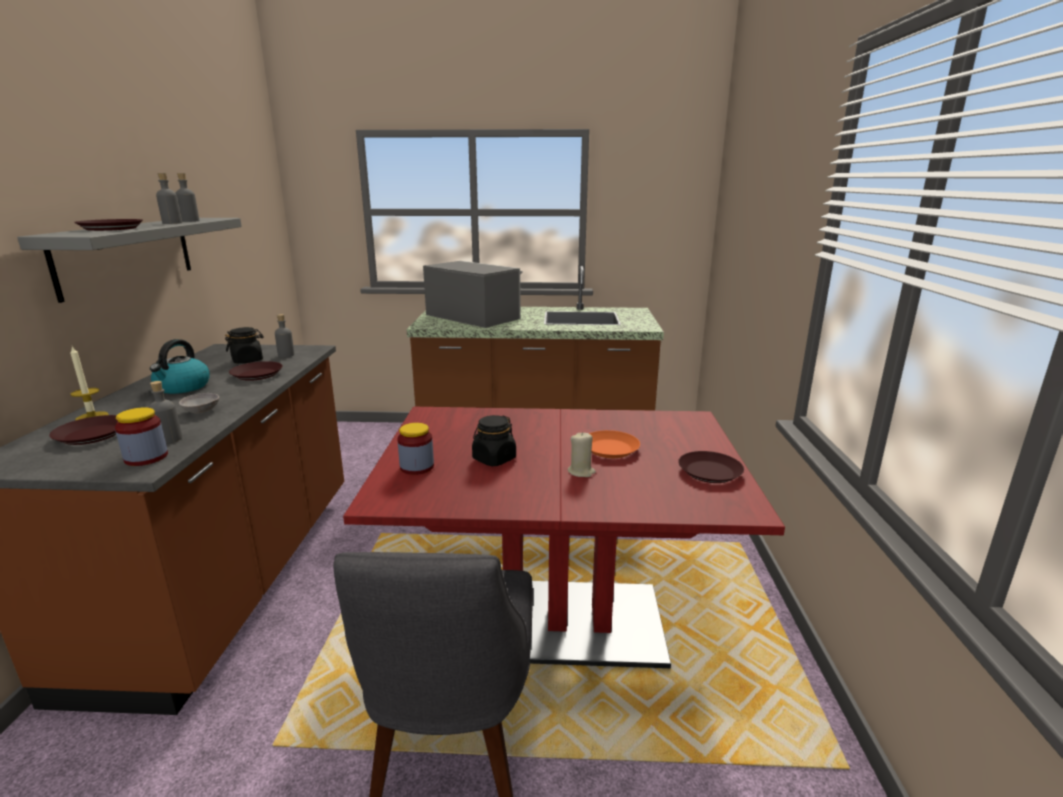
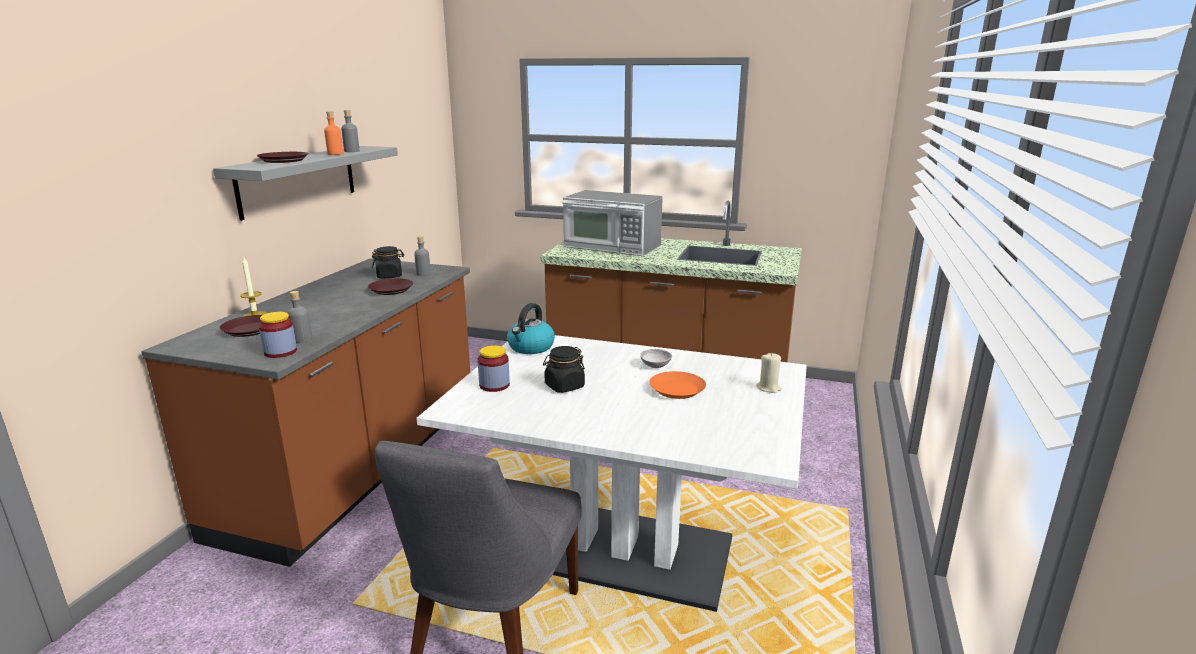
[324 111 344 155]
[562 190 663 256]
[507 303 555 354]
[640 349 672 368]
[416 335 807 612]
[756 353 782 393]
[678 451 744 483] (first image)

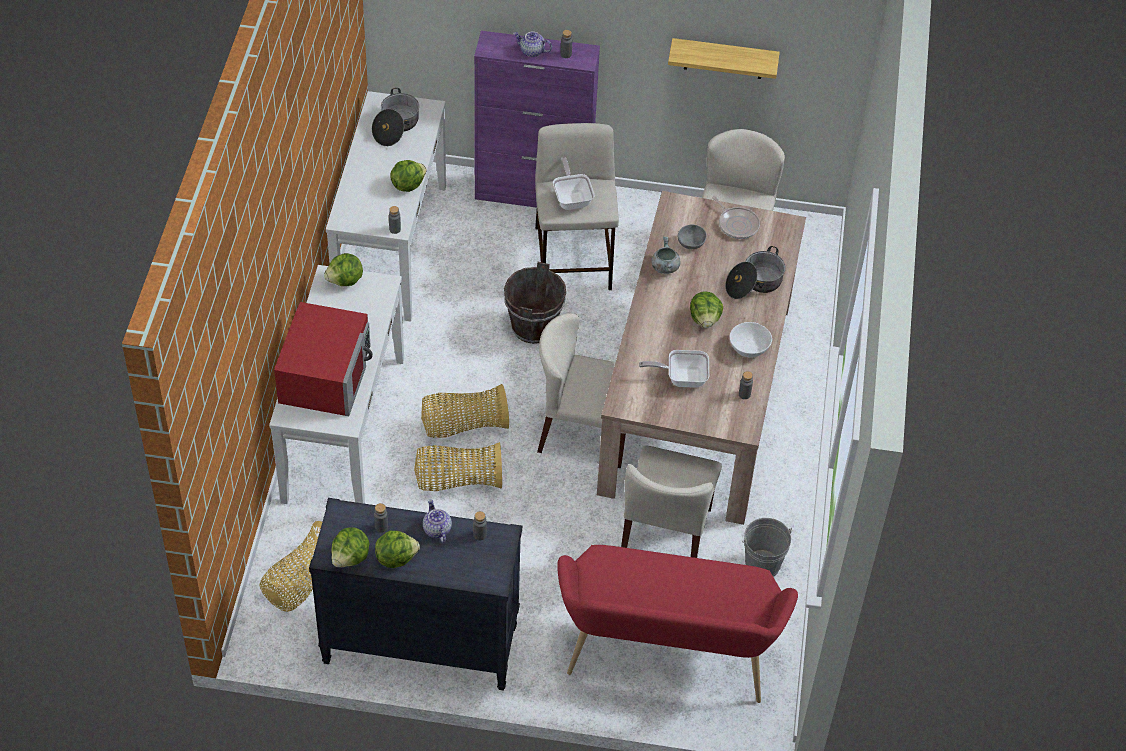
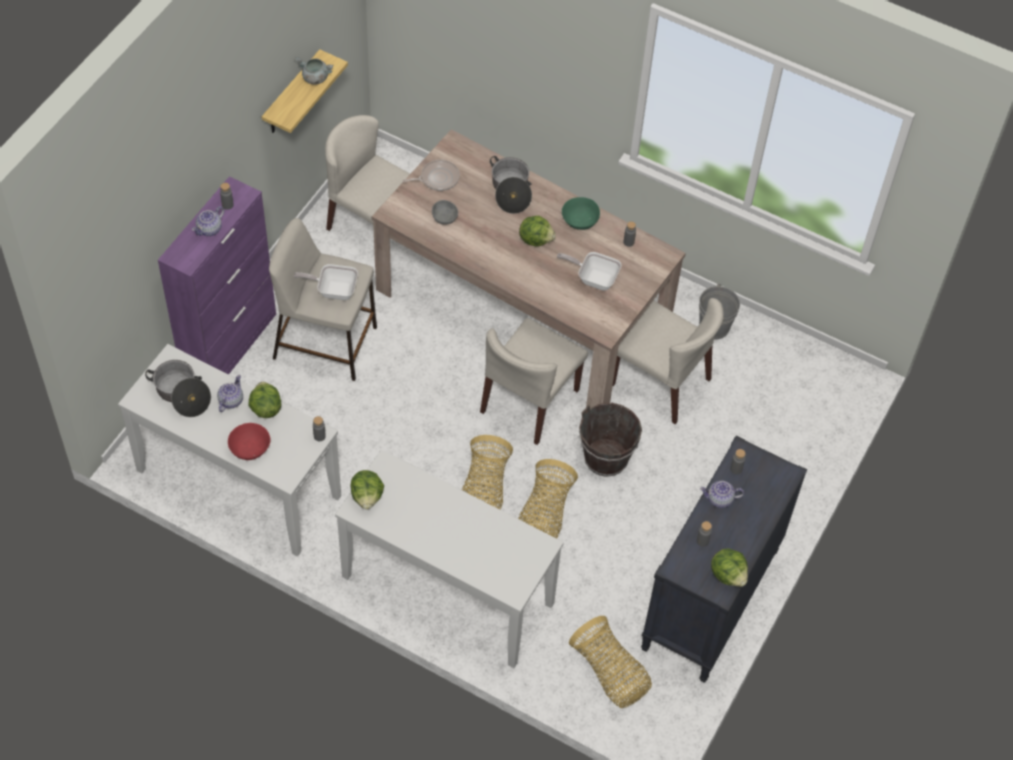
[295 57 333 85]
[579 402 642 477]
[274 302 373 416] (first image)
[562 197 600 230]
[557 252 622 291]
[375 531 420 568] (first image)
[557 545 798 703] (first image)
[217 375 243 412]
[228 423 271 460]

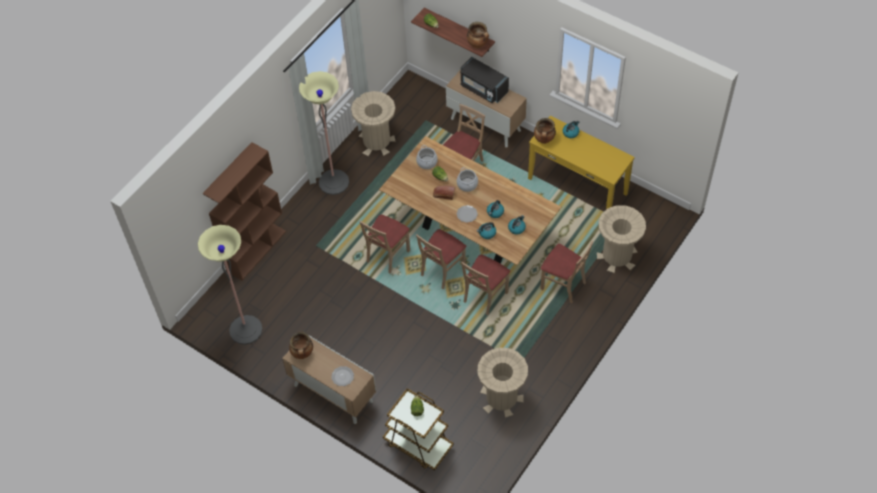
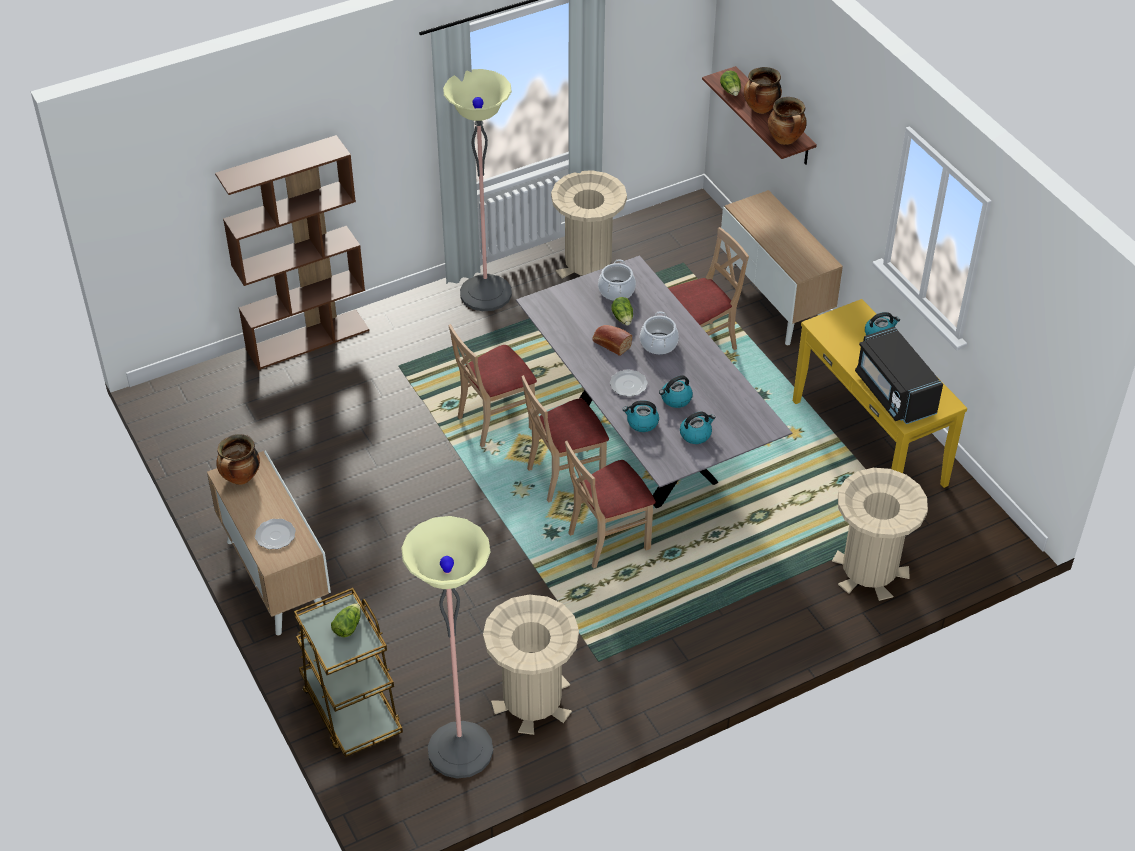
[855 326 943 424]
[744 67 782 114]
[516 255 792 508]
[401 516 493 779]
[540 241 593 303] (first image)

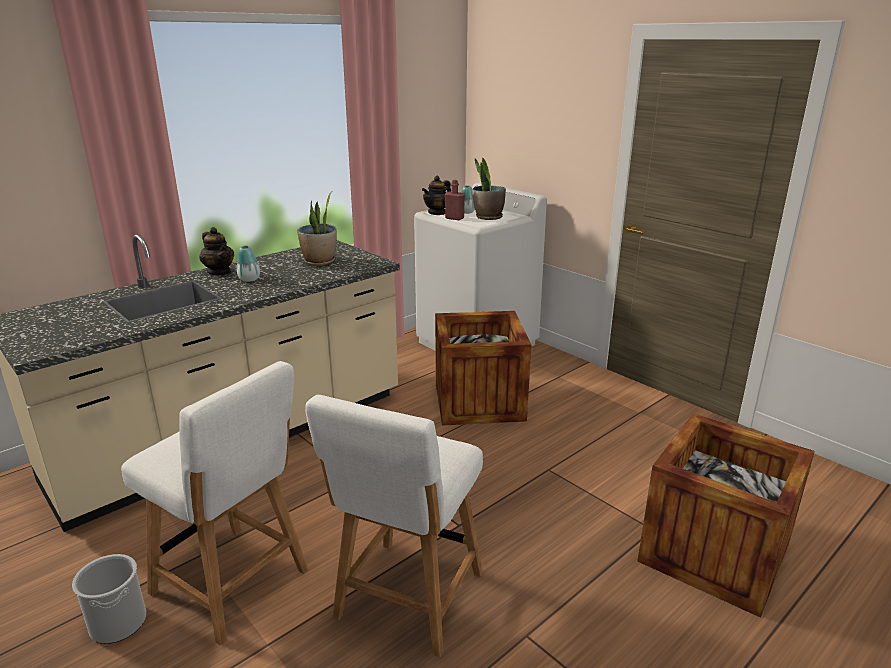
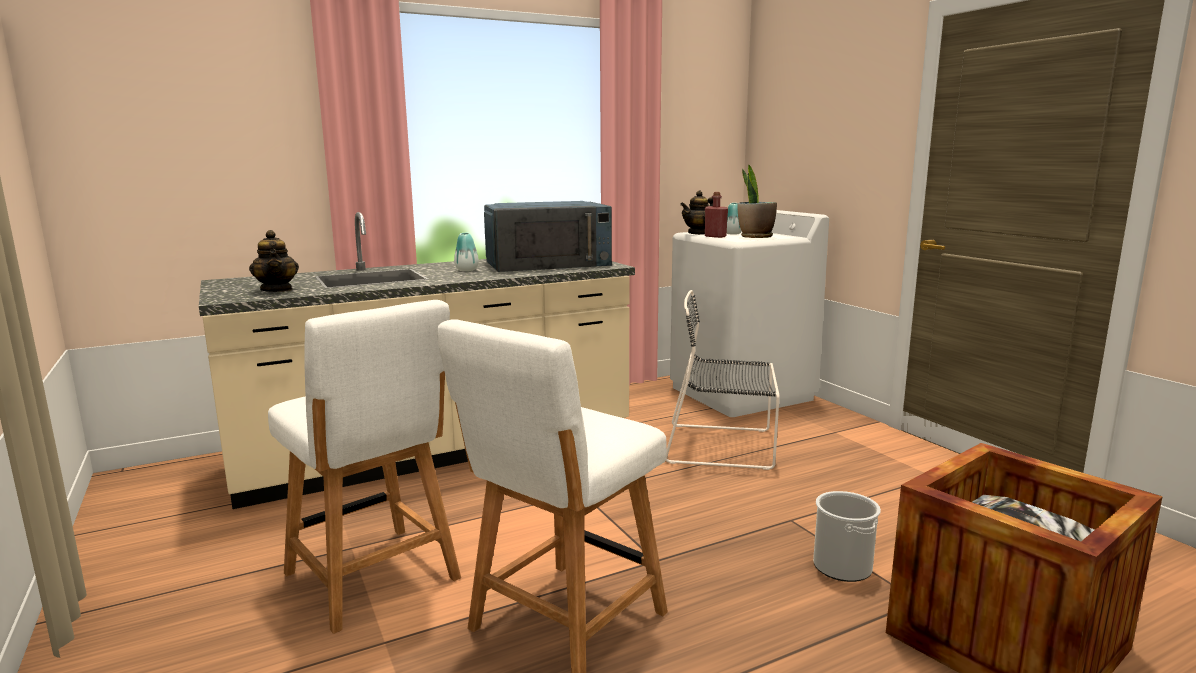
[484 201 612 272]
[249 230 299 292]
[666 290 779 470]
[813 491 881 582]

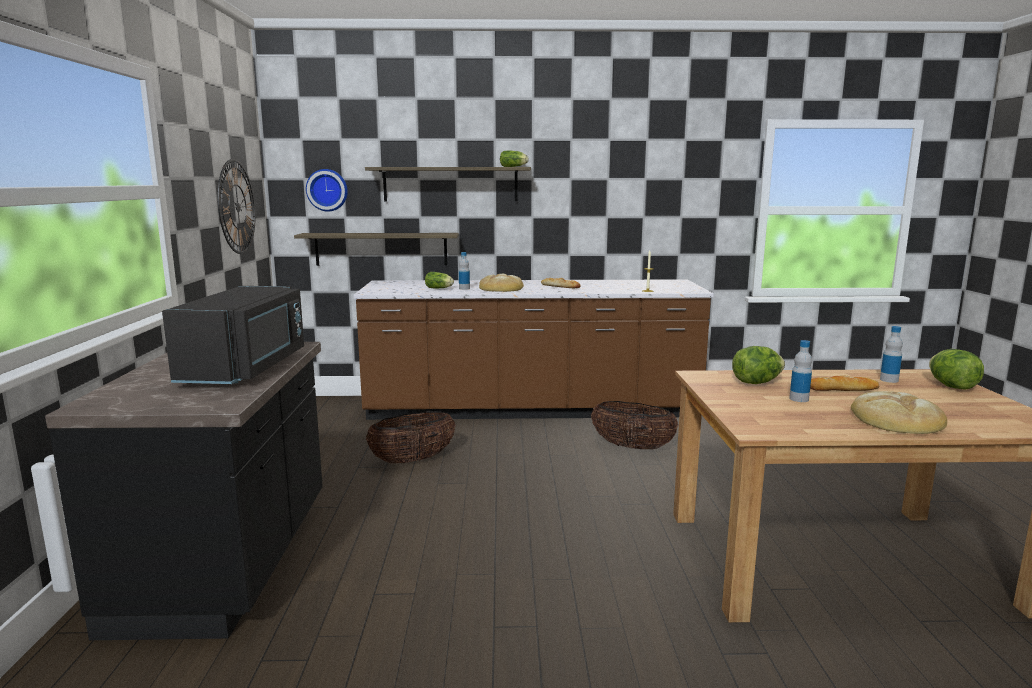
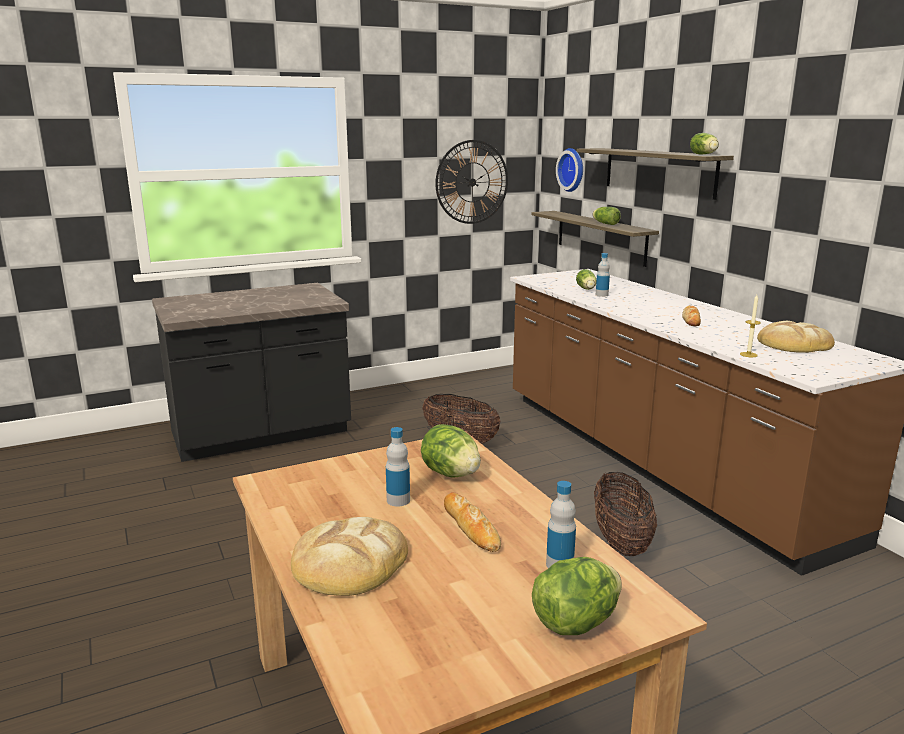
[757 321 835 353]
[162 286 304 384] (first image)
[593 207 621 225]

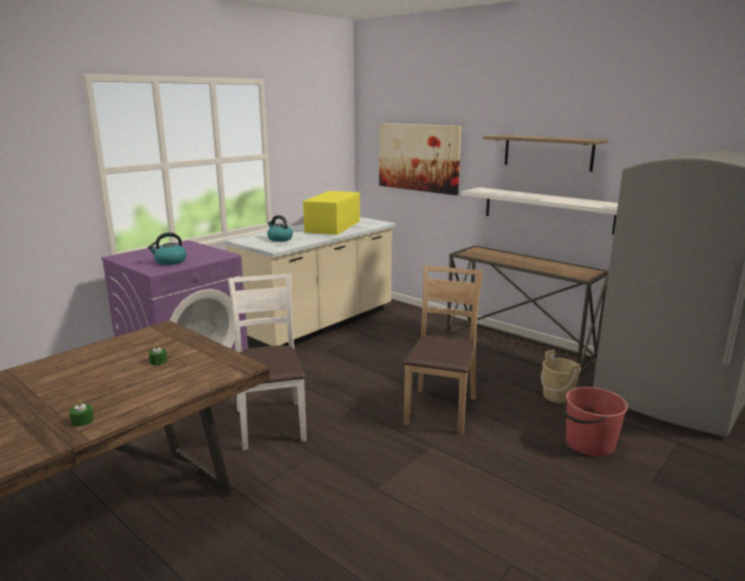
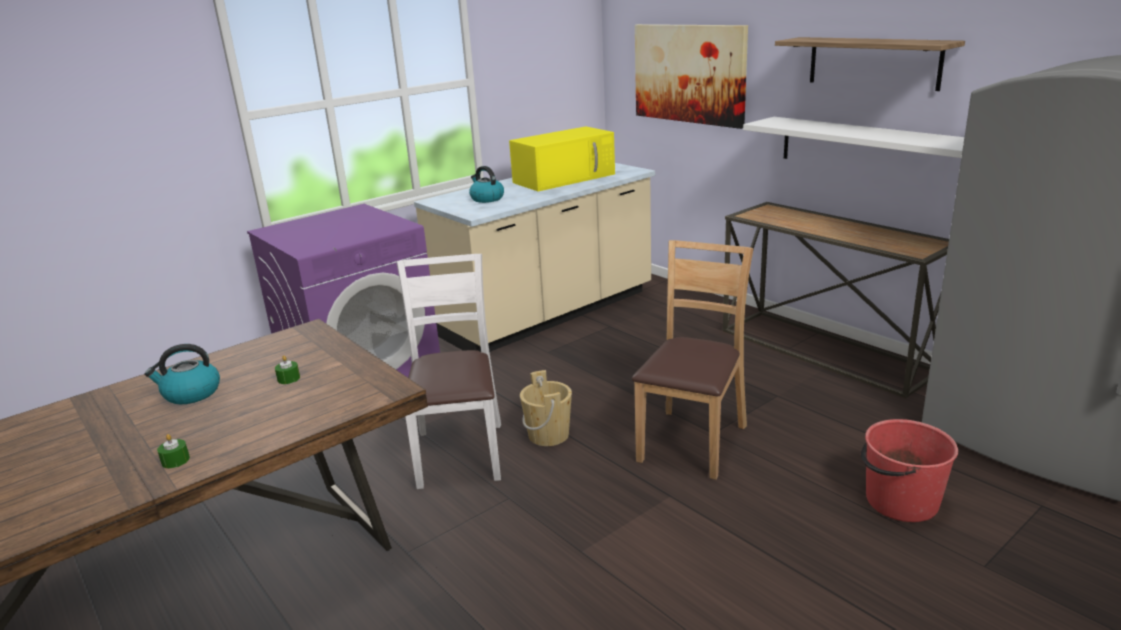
[509 126 615 191]
[144 344 220 404]
[520 370 572 446]

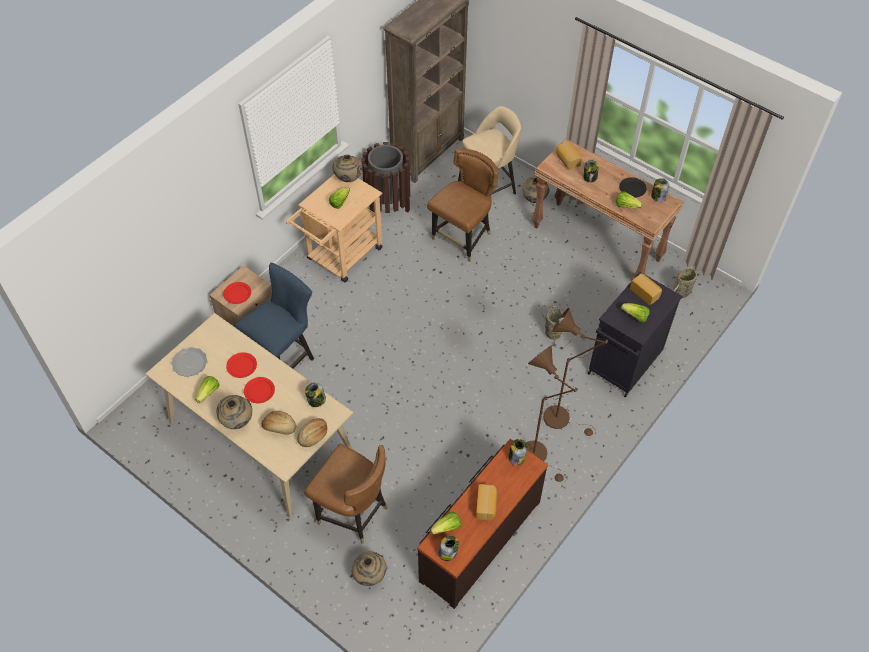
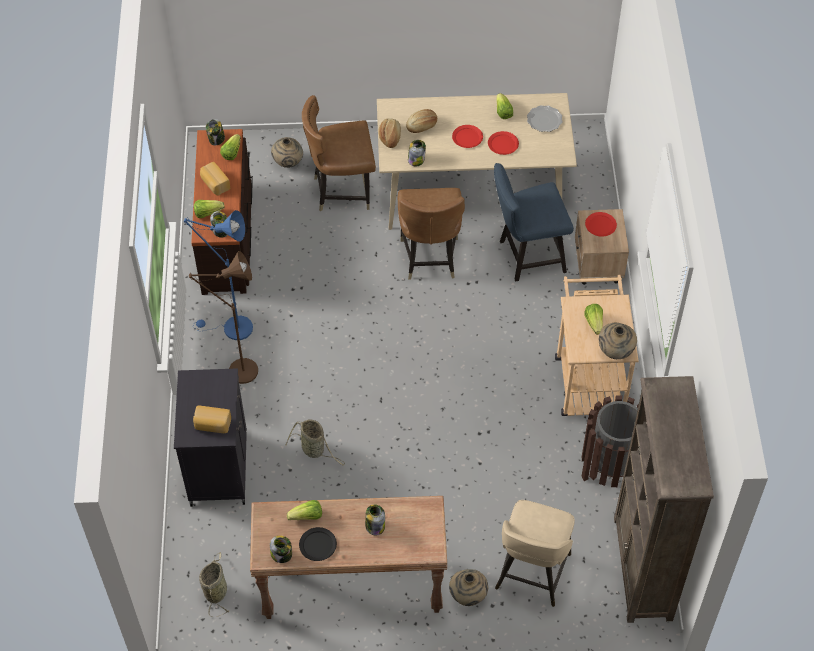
[556 141 582 170] (first image)
[398 188 465 280]
[494 163 574 281]
[194 200 225 218]
[184 210 253 340]
[217 395 252 429] (first image)

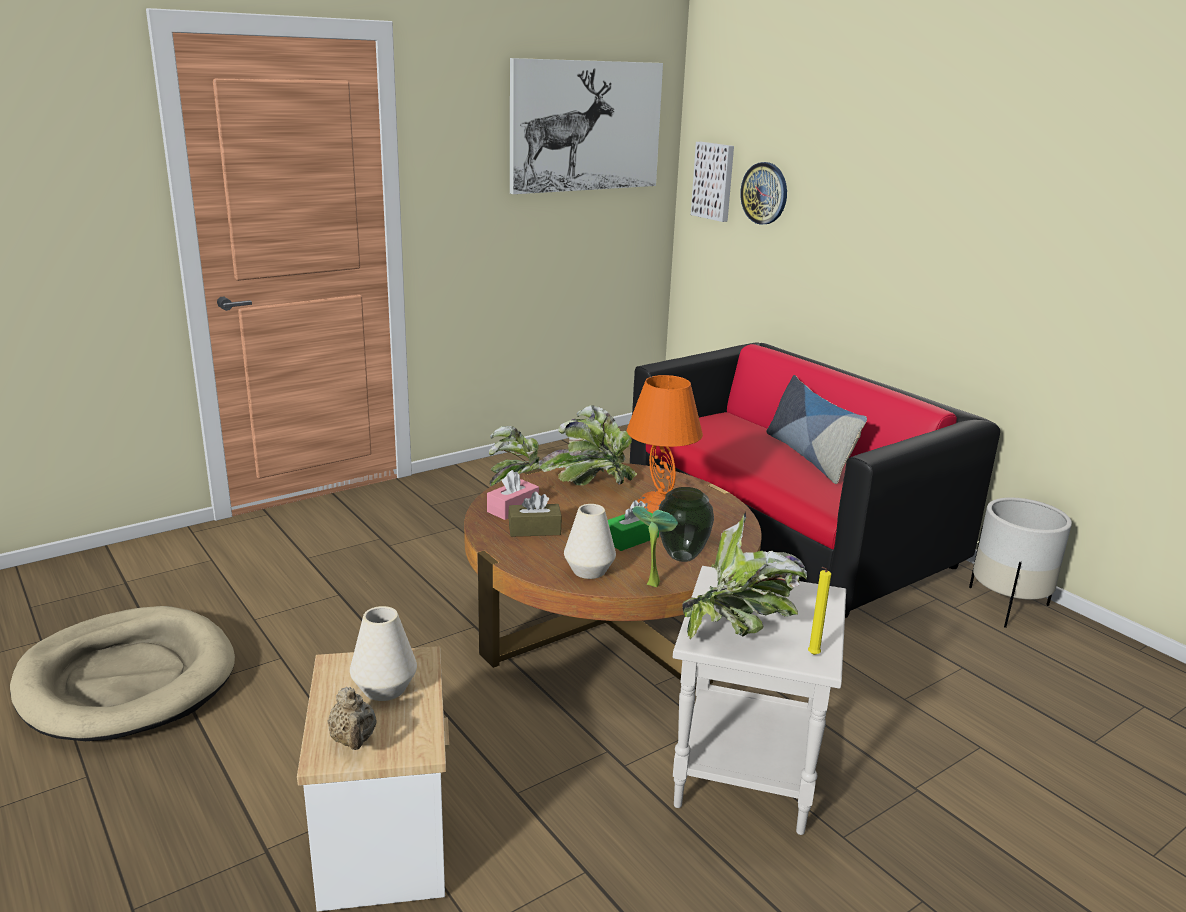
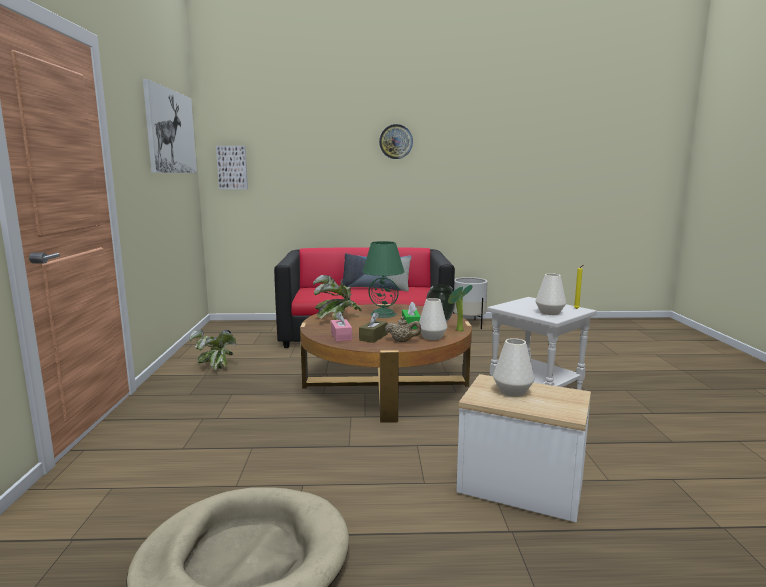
[379 124 413 159]
[362 241 405 318]
[536 273 566 315]
[385 317 421 342]

